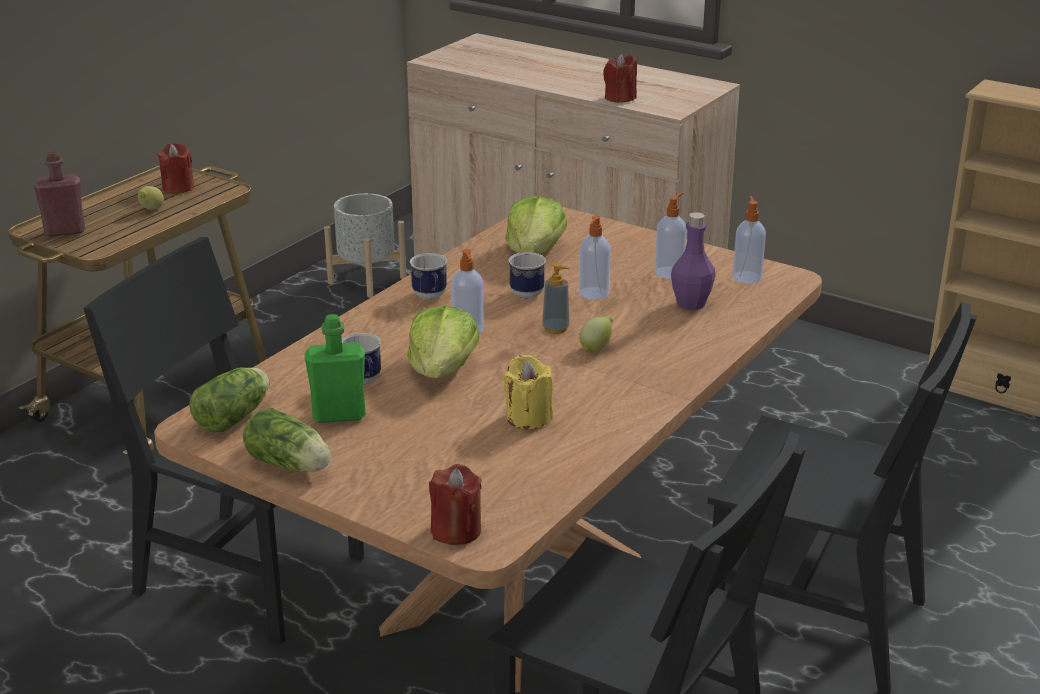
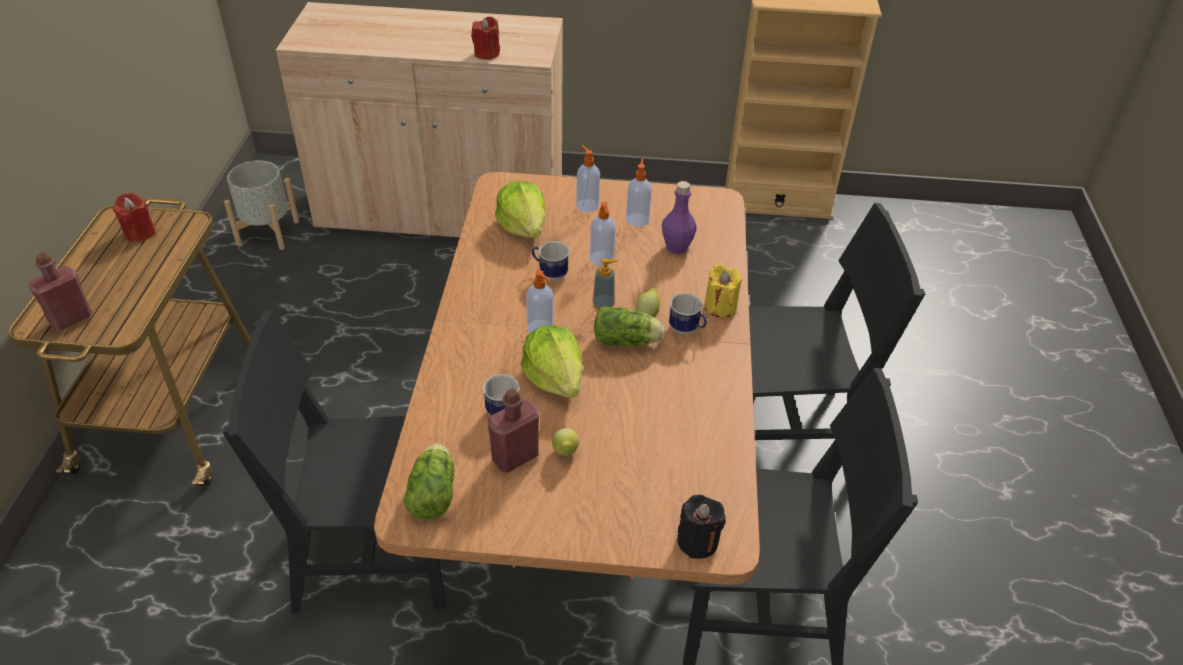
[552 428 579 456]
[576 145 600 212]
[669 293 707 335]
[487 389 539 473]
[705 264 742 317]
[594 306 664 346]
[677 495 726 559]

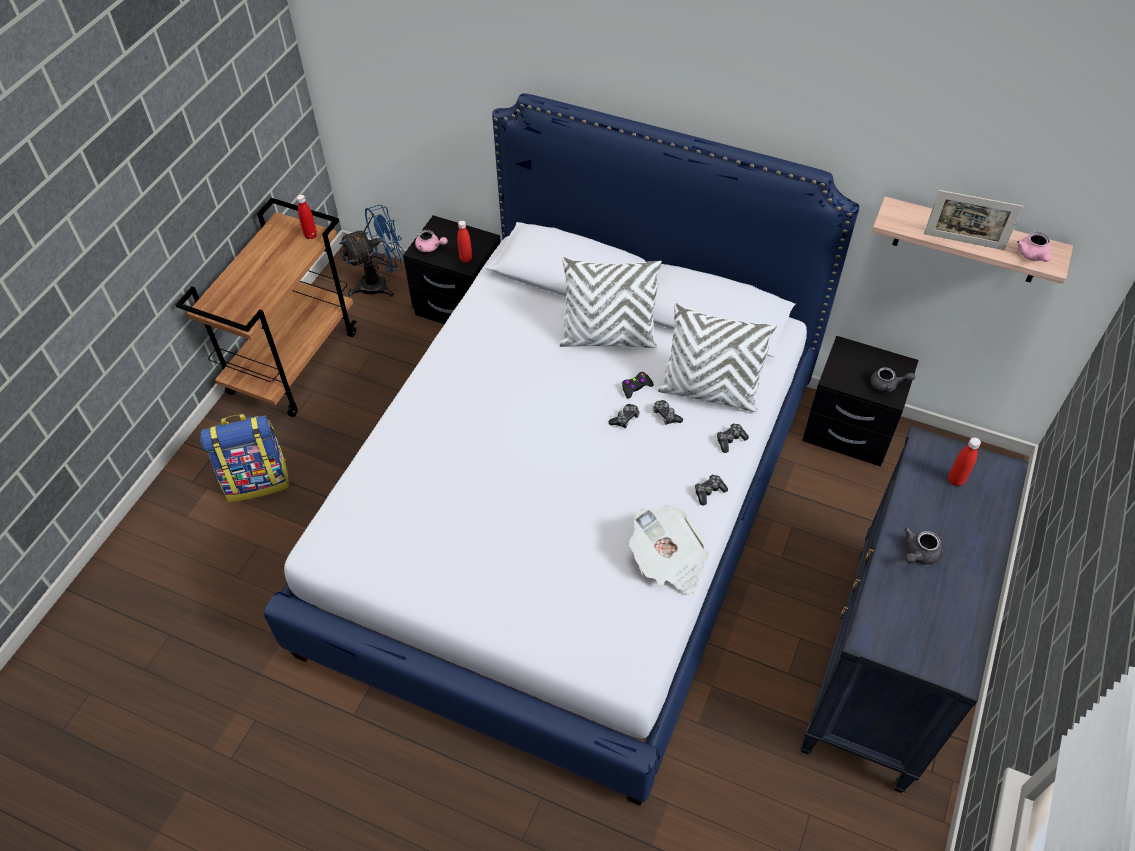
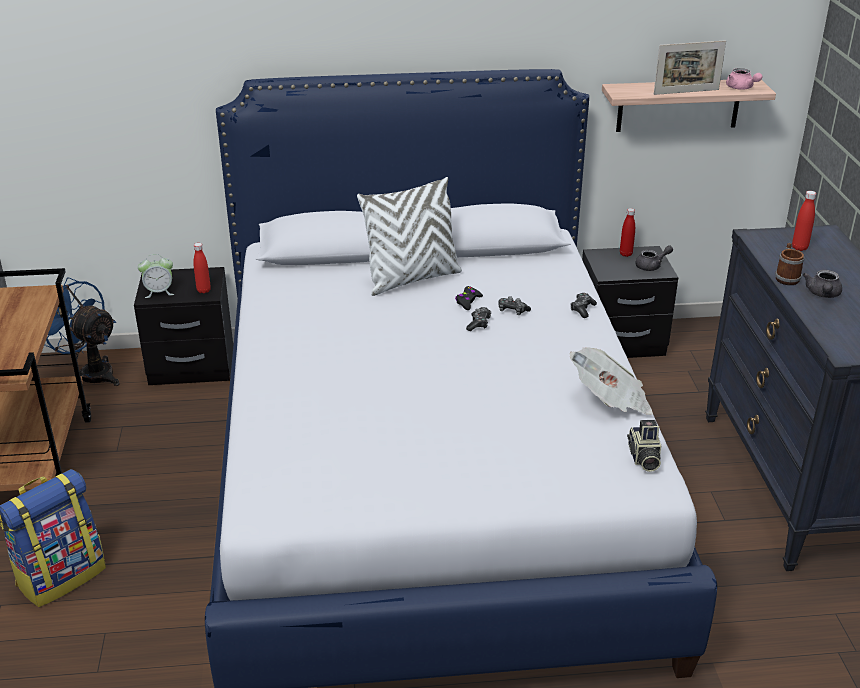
[620 208 635 257]
[44 277 119 386]
[138 254 174 298]
[658 303 777 412] (first image)
[695 474 728 506] (first image)
[775 243 804 285]
[627 420 661 472]

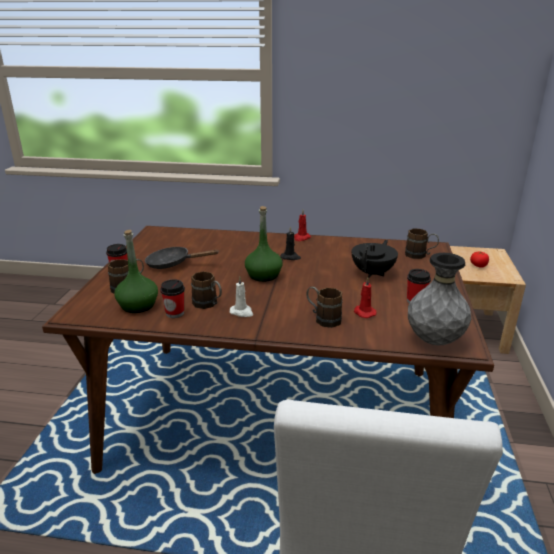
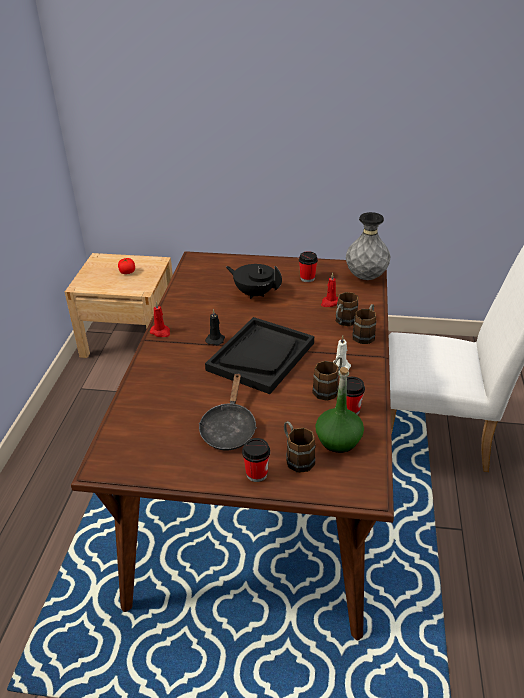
[205 317 314 394]
[352 304 376 344]

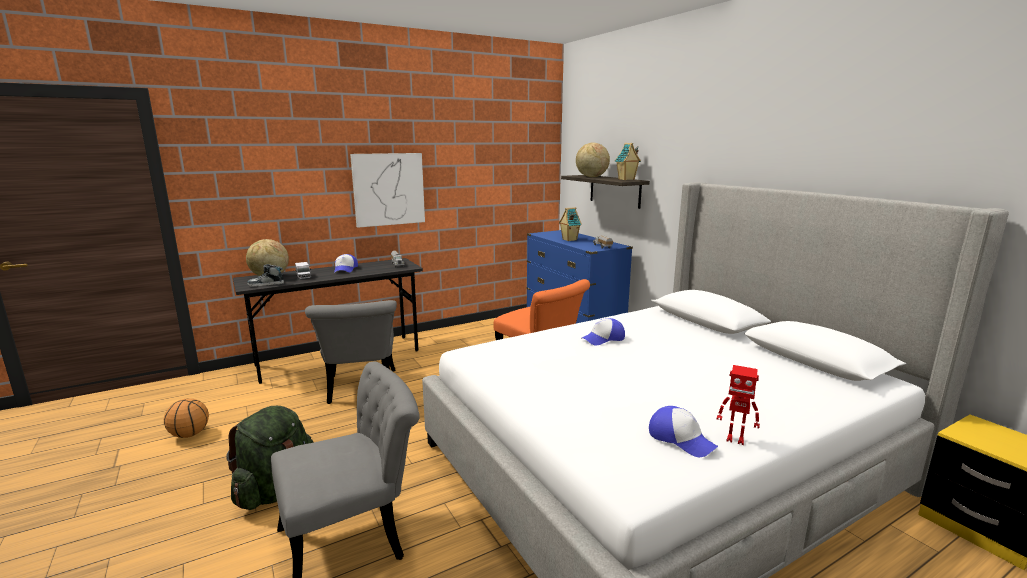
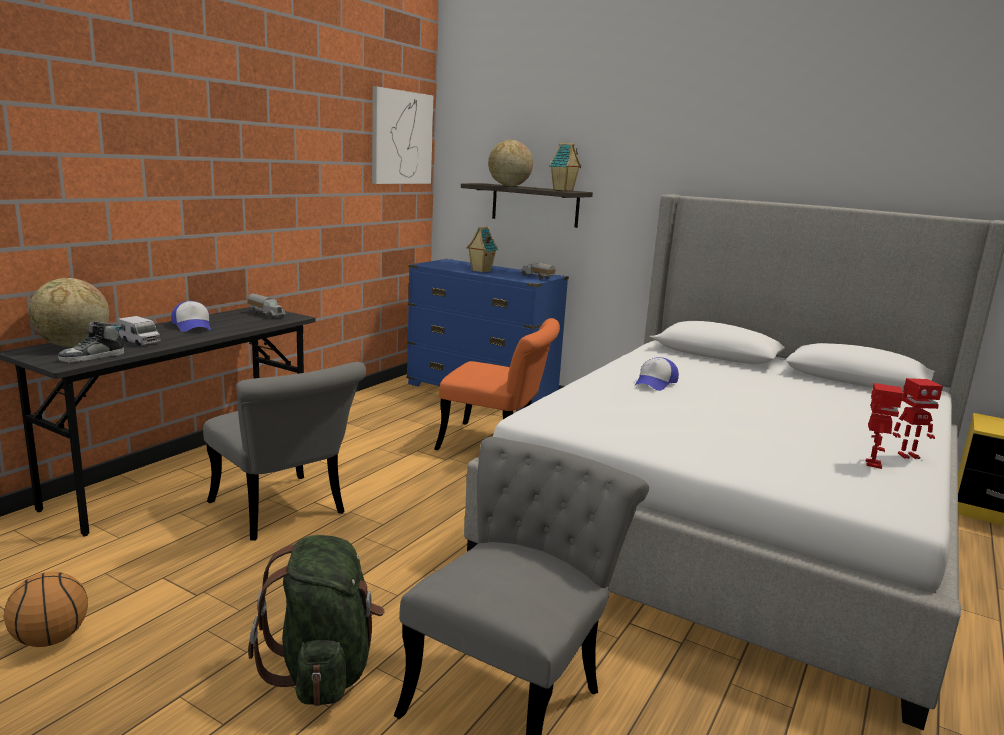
[372 86 433 184]
[866 383 903 469]

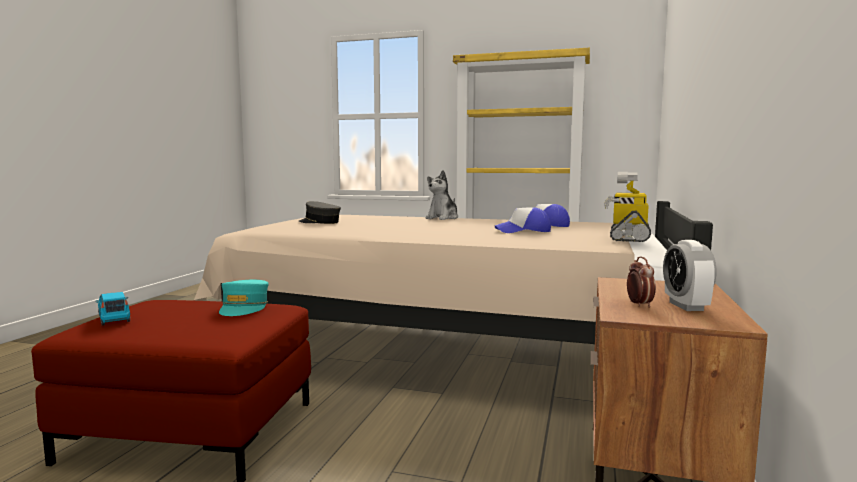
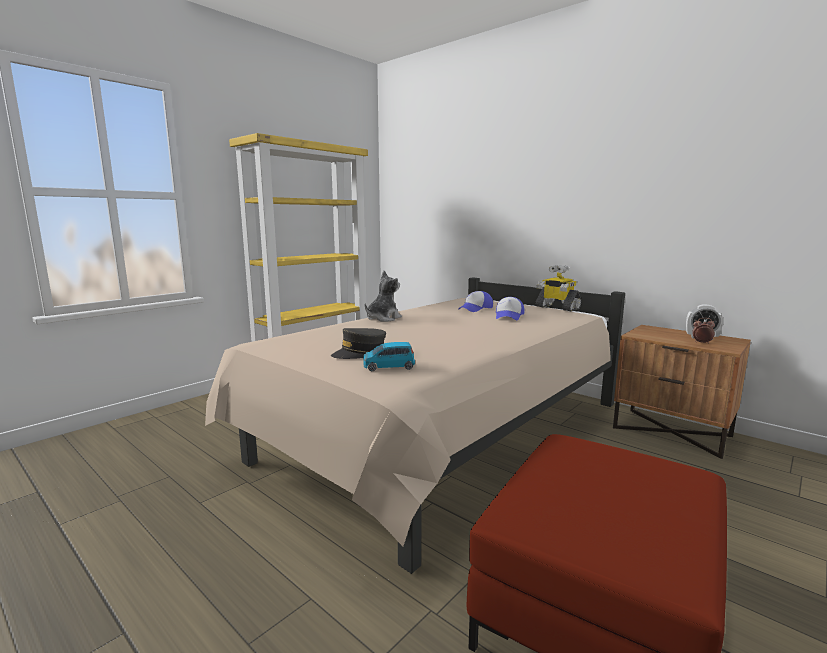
[365 271 402 322]
[219 280 269 316] (first image)
[363 342 415 371]

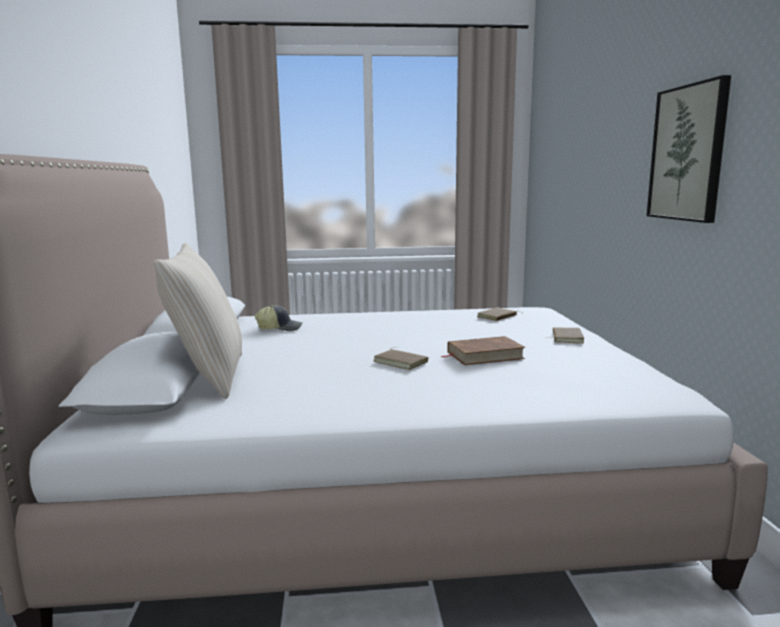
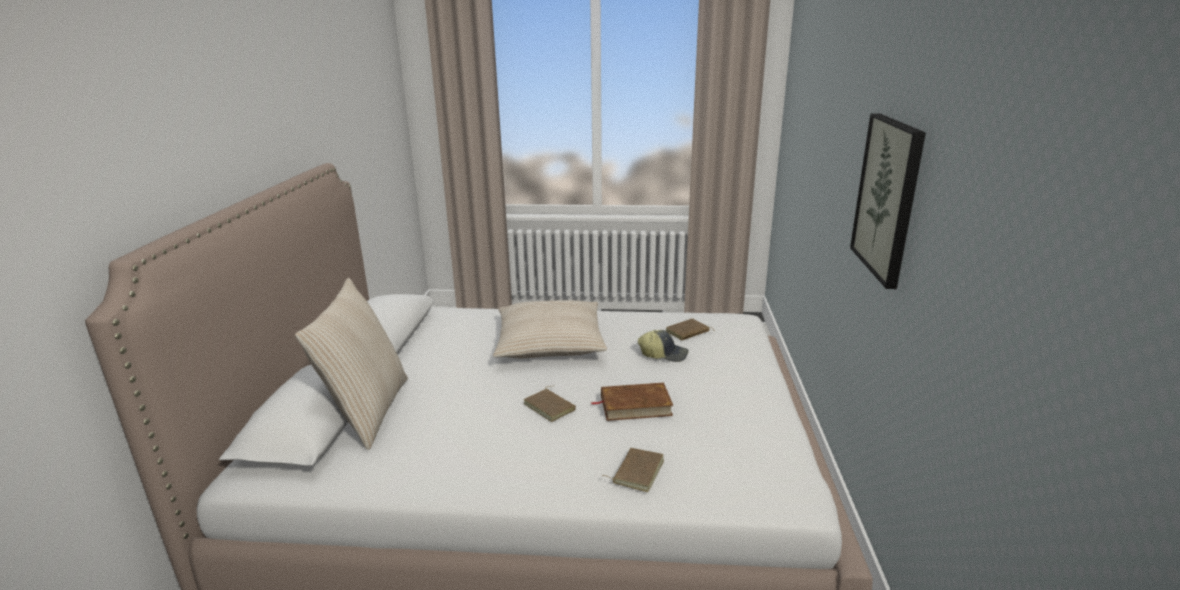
[638 330 688 362]
[602 448 664 492]
[493 300 607 358]

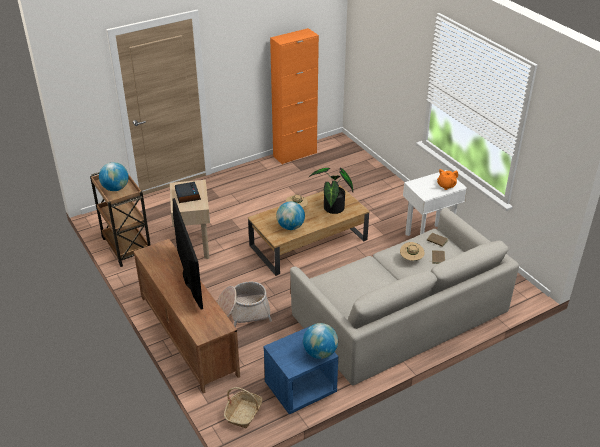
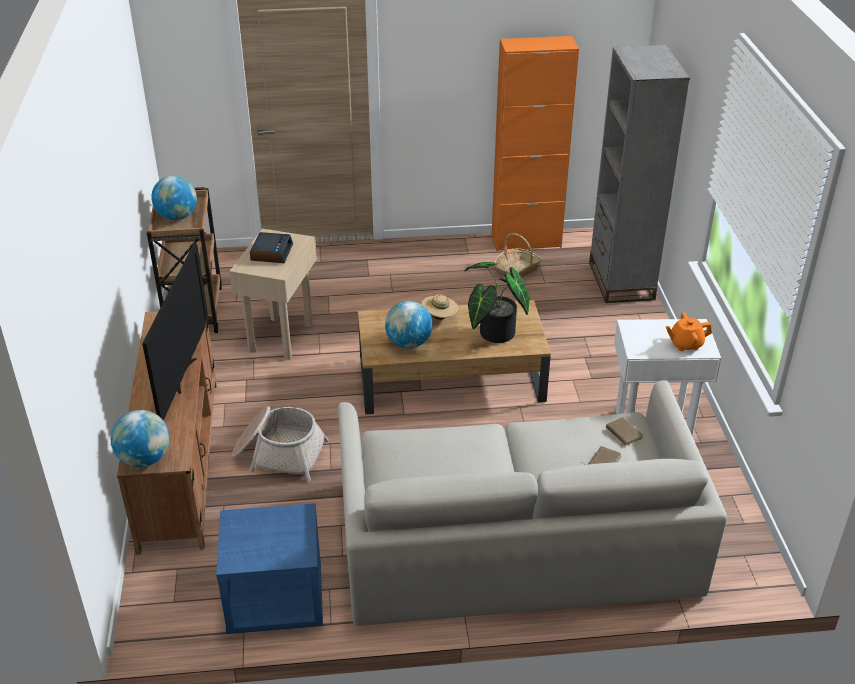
[400 242 425 261] (first image)
[111 410 170 467]
[494 233 542 277]
[589 45 690 303]

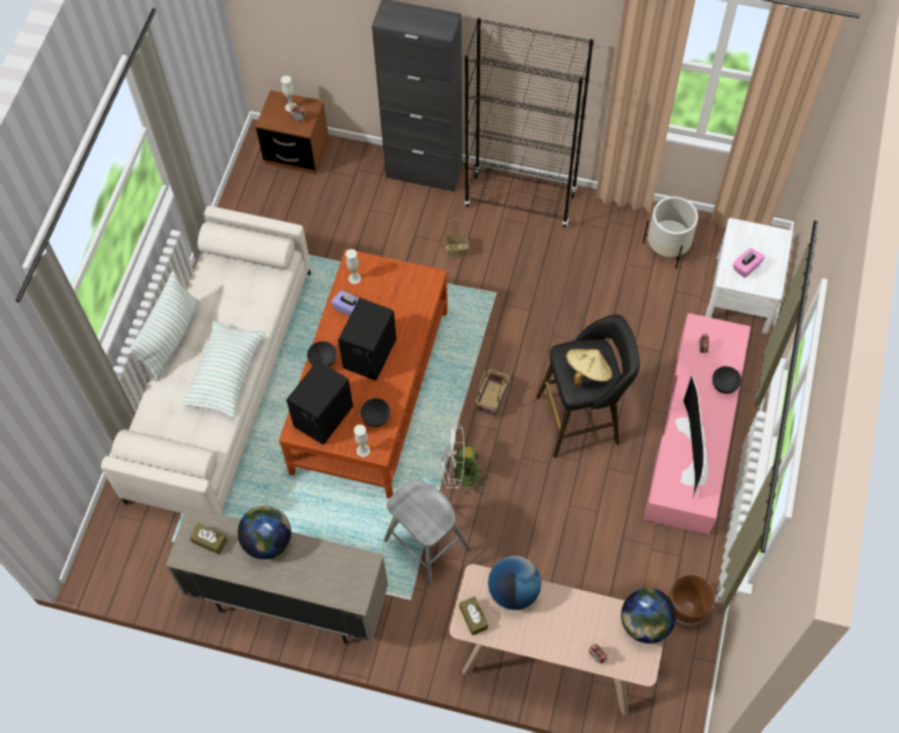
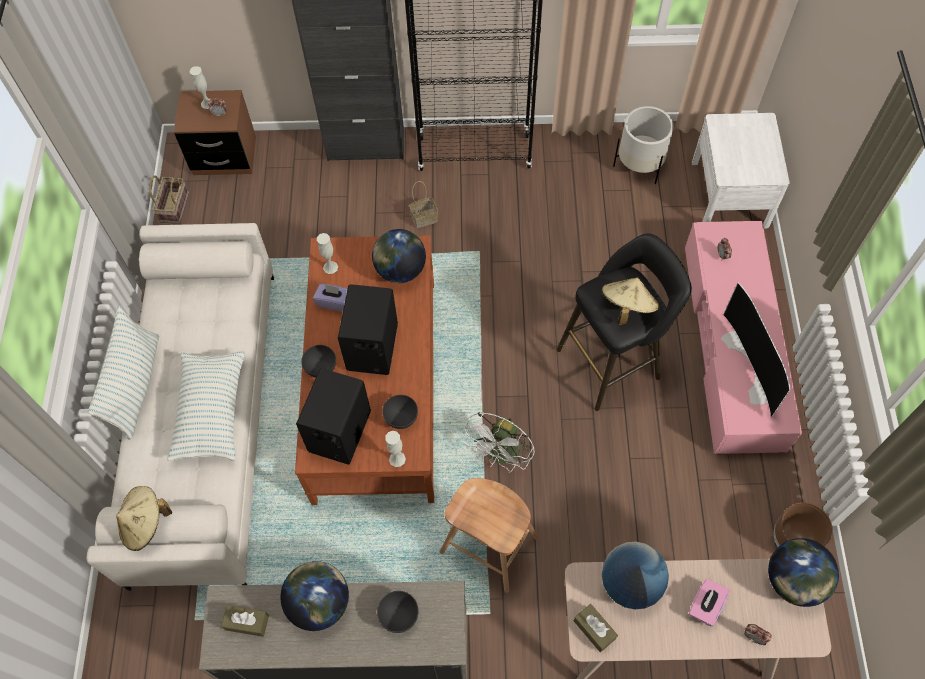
[689 579 730 626]
[377 591 419 633]
[149 175 189 224]
[462 412 535 473]
[439 478 539 593]
[372 229 426 283]
[116 486 172 551]

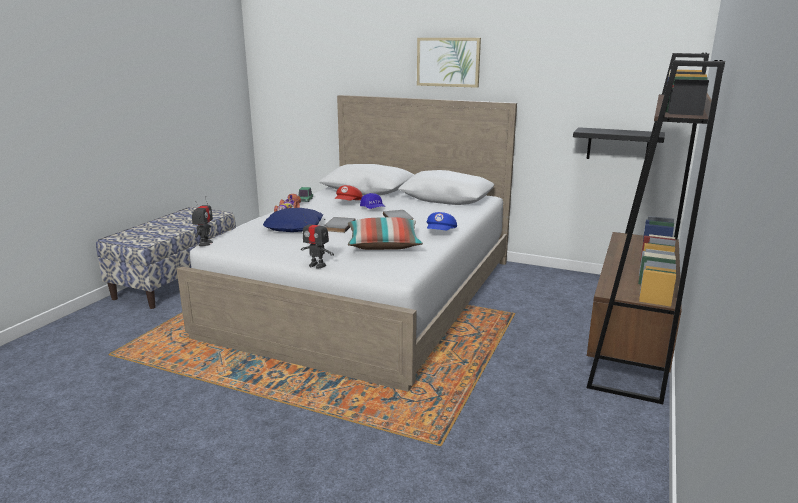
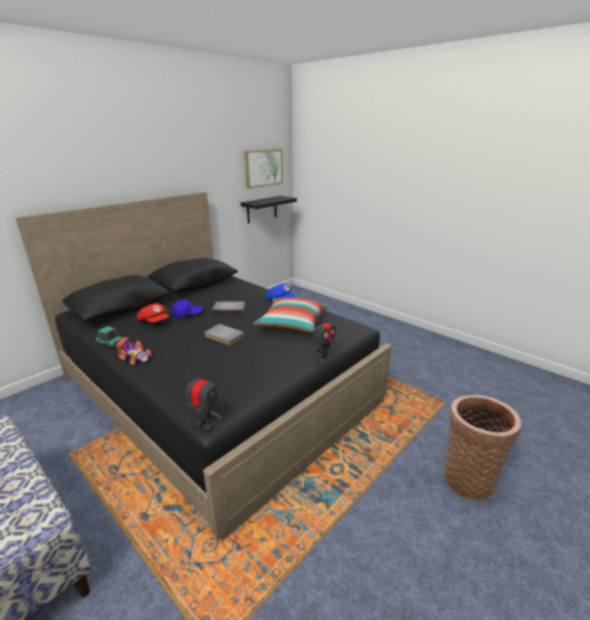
[244 149 283 189]
[586 53 725 404] (first image)
[15 192 392 541]
[263 208 323 232] (first image)
[444 395 521 501]

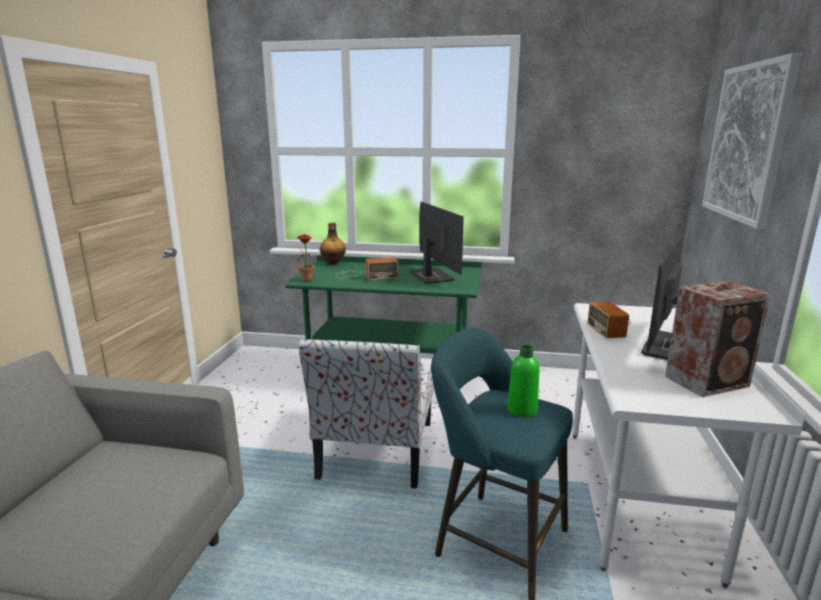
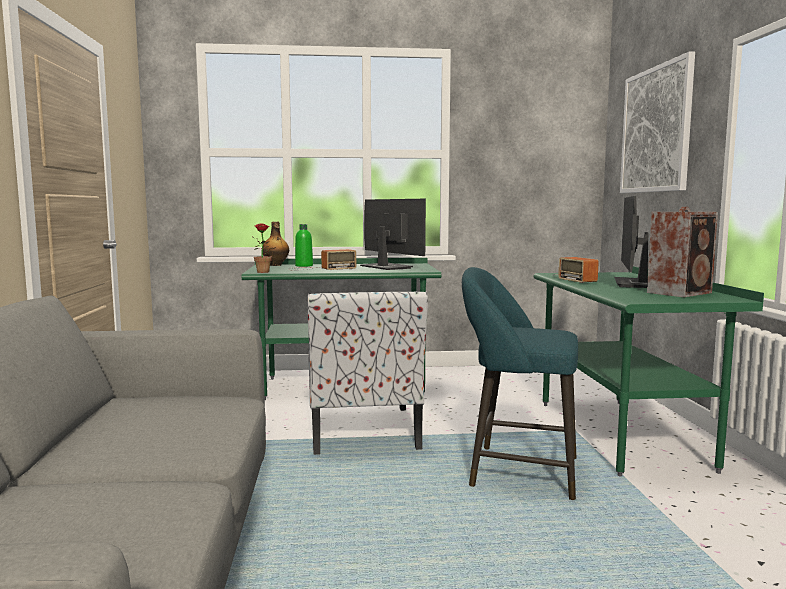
[534 266 764 477]
[295 224 313 267]

